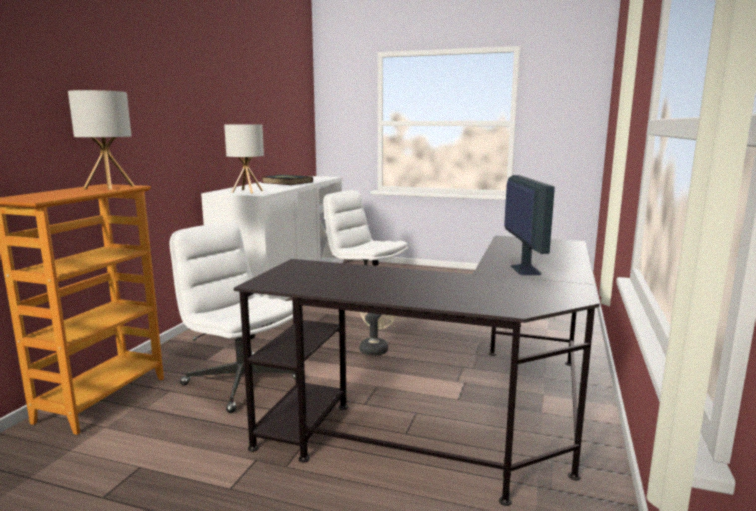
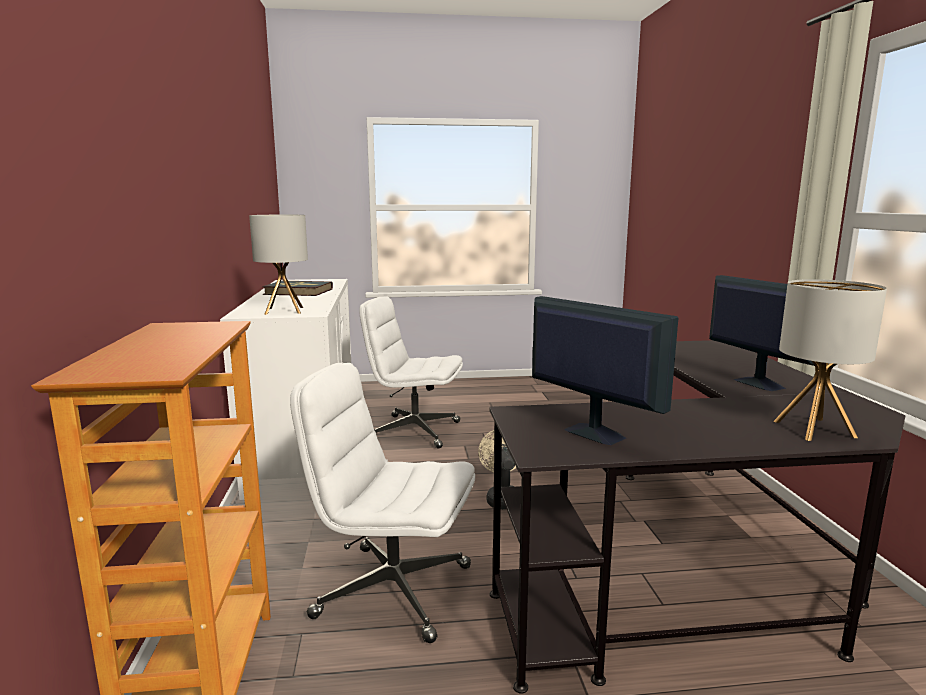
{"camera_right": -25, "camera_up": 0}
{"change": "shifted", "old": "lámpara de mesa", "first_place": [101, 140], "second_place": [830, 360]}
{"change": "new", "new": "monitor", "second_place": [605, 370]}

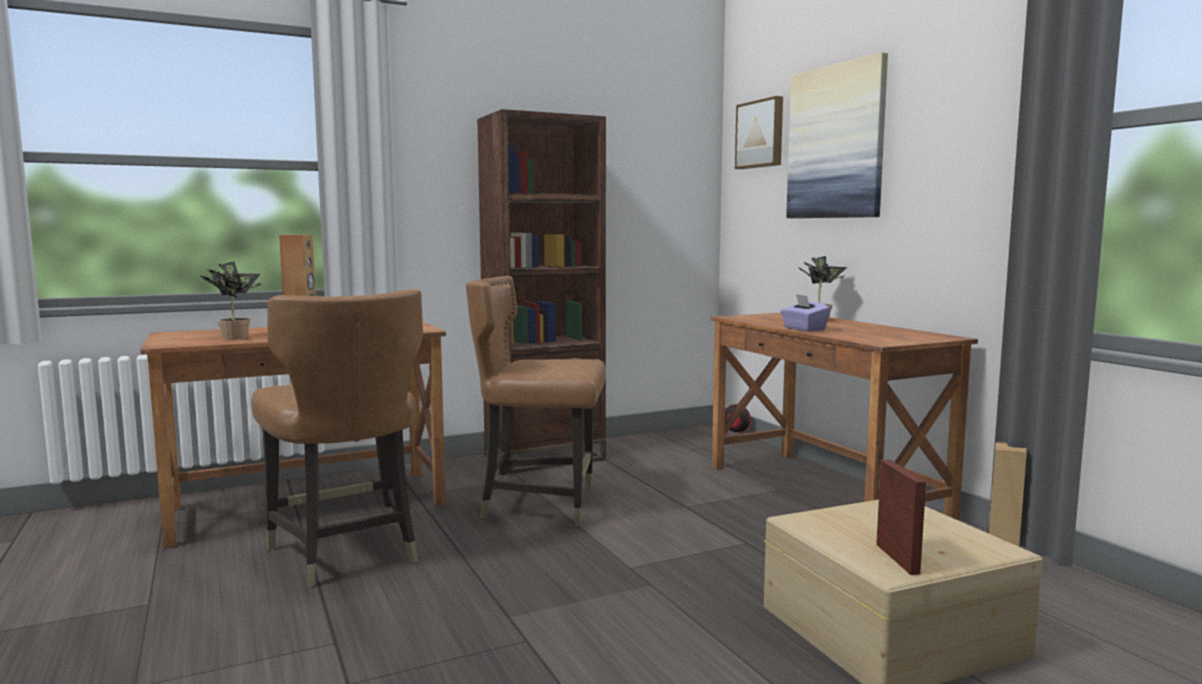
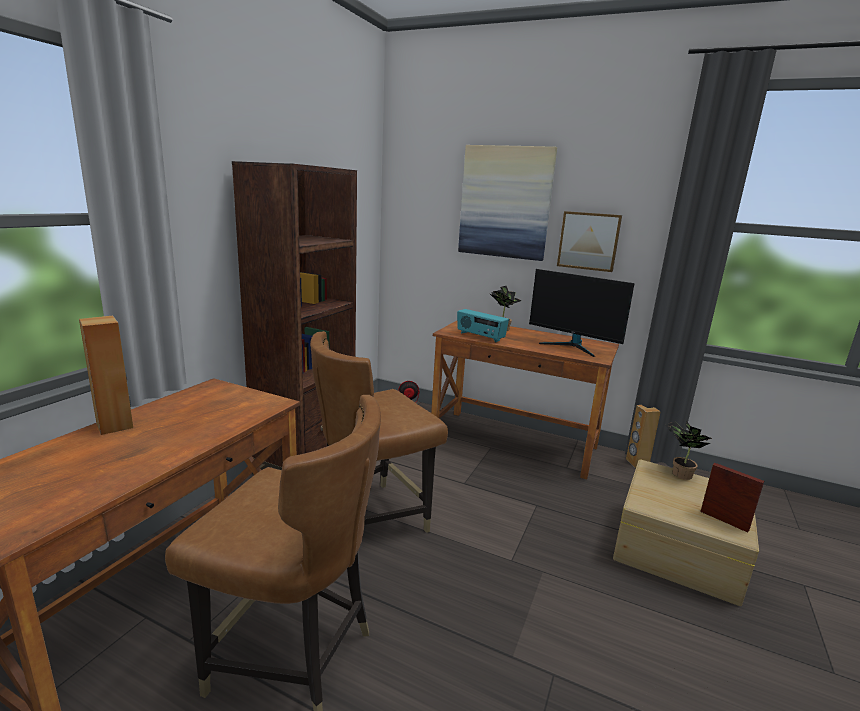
{"camera_right": -40, "camera_up": 10}
{"change": "shifted", "old": "planta en maceta", "first_place": [231, 300], "second_place": [688, 450]}
{"change": "shifted", "old": "cuadro", "first_place": [759, 132], "second_place": [589, 241]}
{"change": "gone", "old": "caja de pañuelos [morado]", "first_place": [805, 313]}
{"change": "new", "new": "radio", "second_place": [483, 325]}
{"change": "new", "new": "monitor", "second_place": [582, 313]}

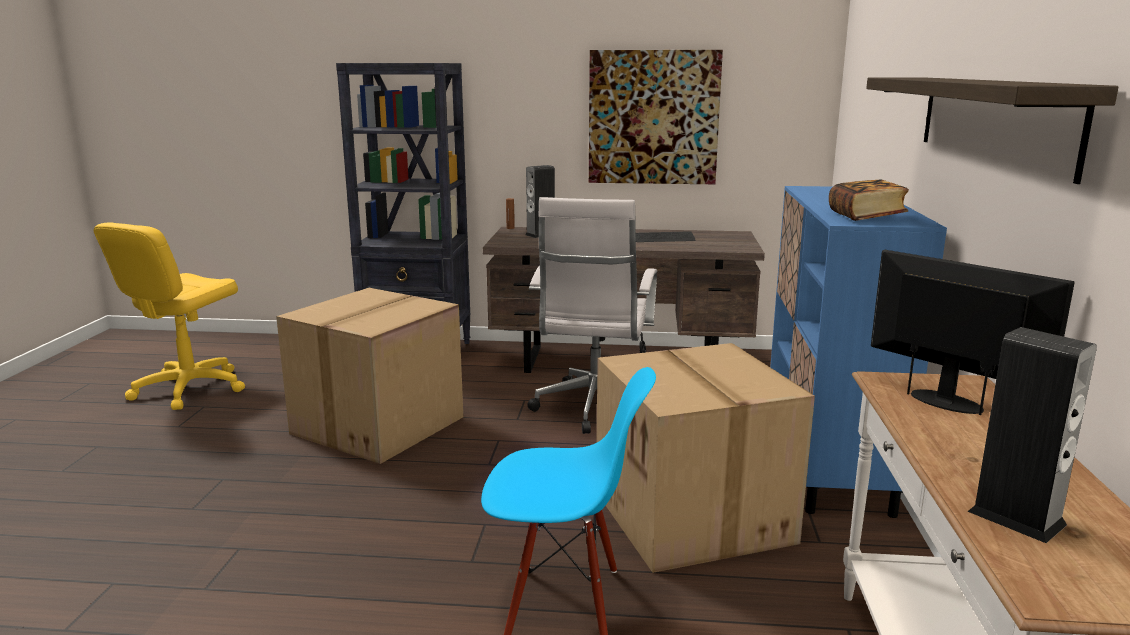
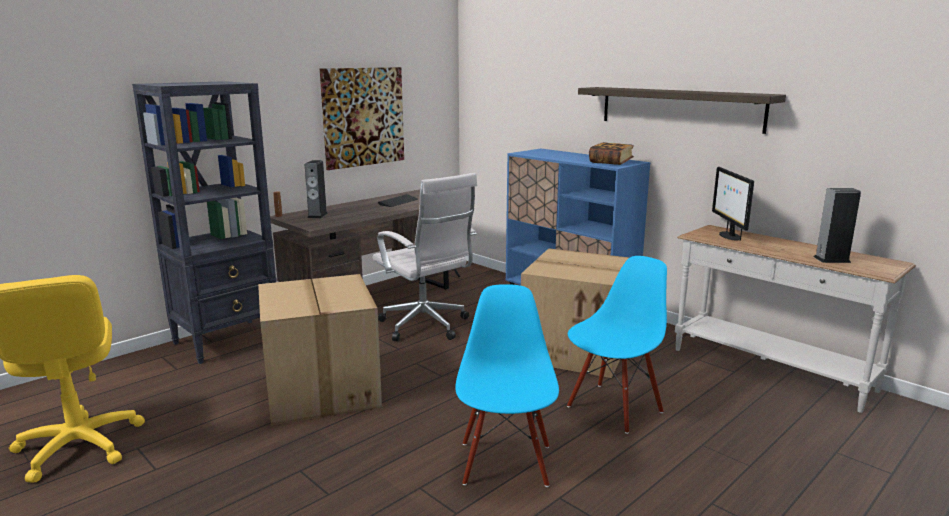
{"camera_right": -50, "camera_up": 0}
{"change": "rotated", "old": "monitor", "first_place": [973, 332], "second_place": [733, 204], "degrees": -90}
{"change": "new", "new": "silla [azul]", "second_place": [507, 385]}

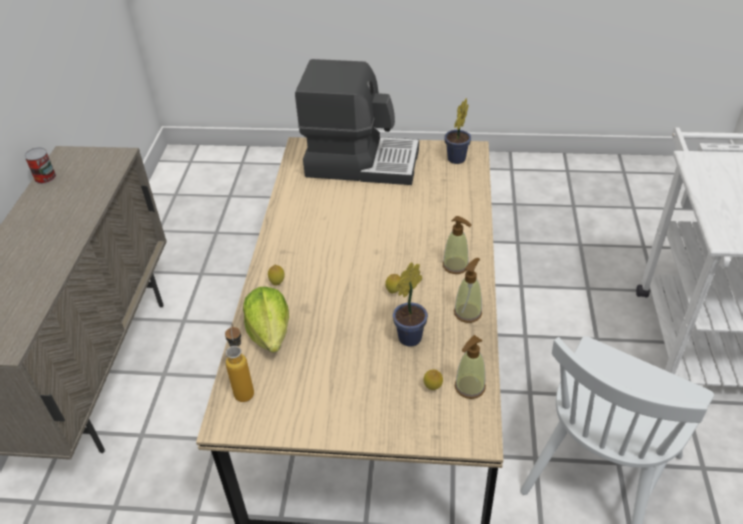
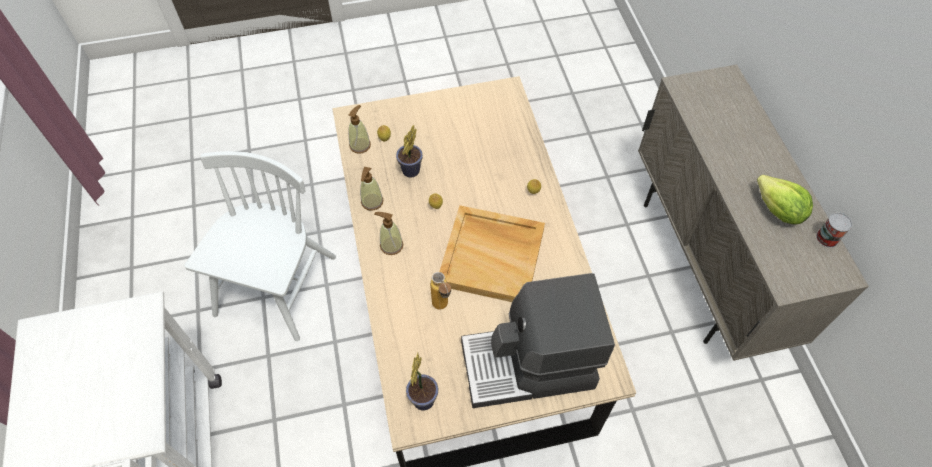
{"camera_right": 160, "camera_up": 15}
{"change": "shifted", "old": "botella", "first_place": [239, 362], "second_place": [440, 290]}
{"change": "shifted", "old": "lechuga", "first_place": [266, 320], "second_place": [785, 199]}
{"change": "new", "new": "bandeja [beis]", "second_place": [492, 253]}

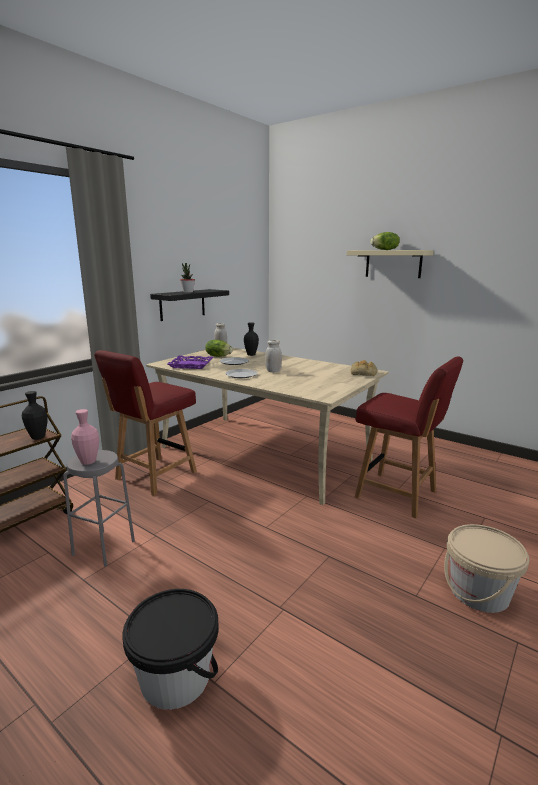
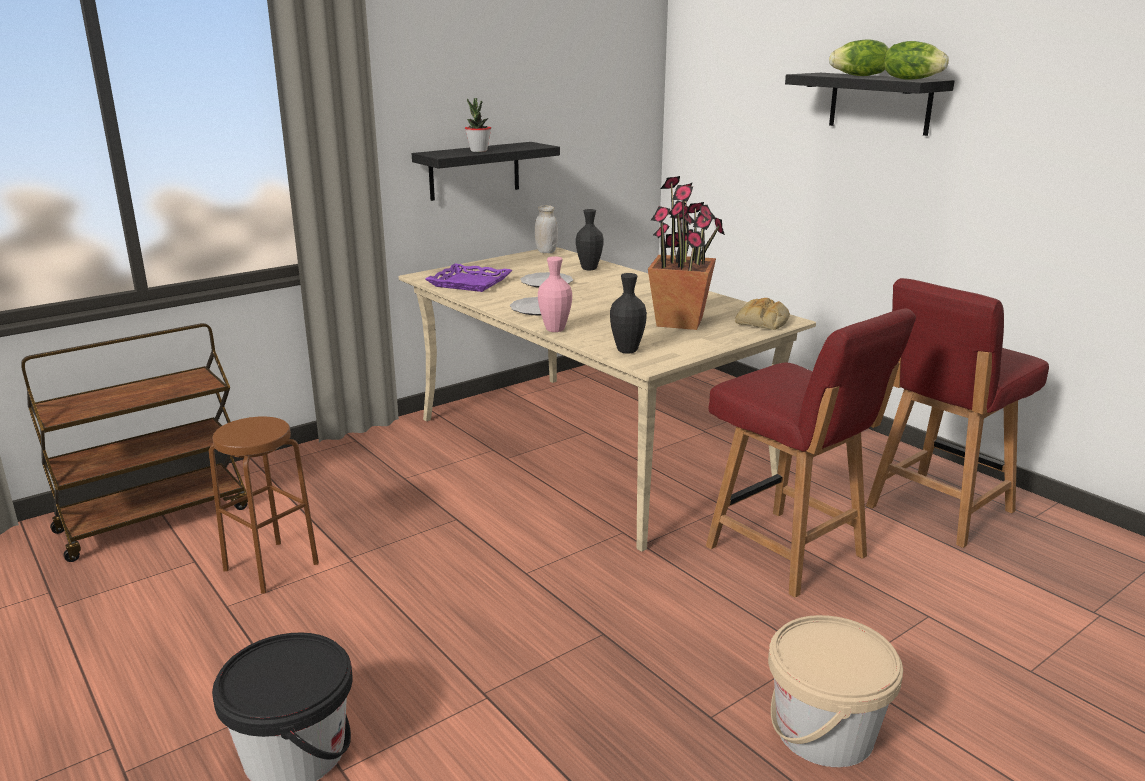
{"camera_right": 15, "camera_up": 5}
{"change": "shifted", "old": "florero [negro]", "first_place": [35, 415], "second_place": [628, 313]}
{"change": "repainted", "old": "taburete [gris]", "new": "taburete [marrón]", "first_place": [99, 508], "second_place": [264, 505]}
{"change": "shifted", "old": "florero [rosa]", "first_place": [85, 437], "second_place": [555, 294]}
{"change": "shifted", "old": "silla [rojo]", "first_place": [145, 423], "second_place": [957, 413]}
{"change": "shifted", "old": "lechuga", "first_place": [219, 348], "second_place": [916, 60]}
{"change": "gone", "old": "tarro [blanco]", "first_place": [273, 356]}
{"change": "repainted", "old": "estante [beis]", "new": "estante [negro]", "first_place": [390, 264], "second_place": [870, 104]}
{"change": "new", "new": "planta en maceta", "second_place": [686, 253]}

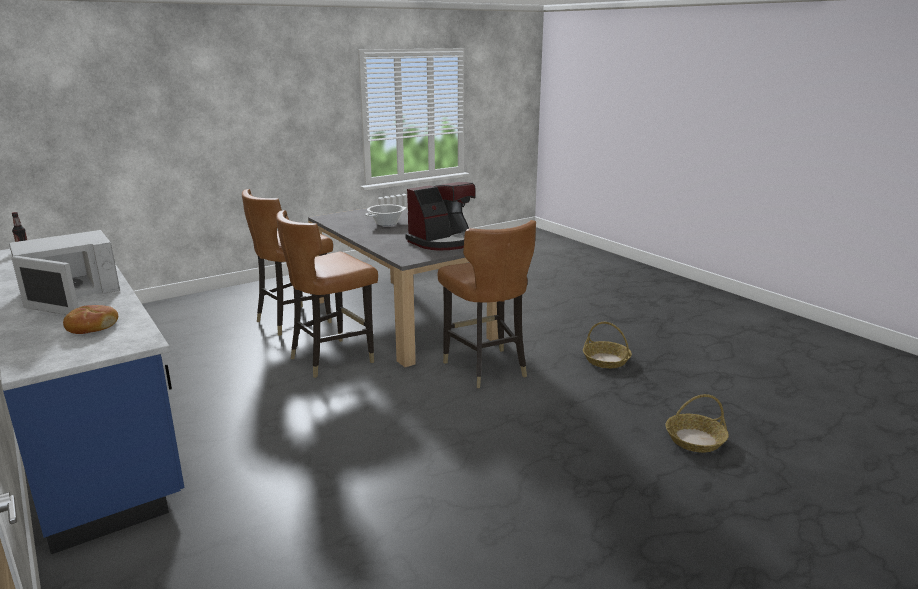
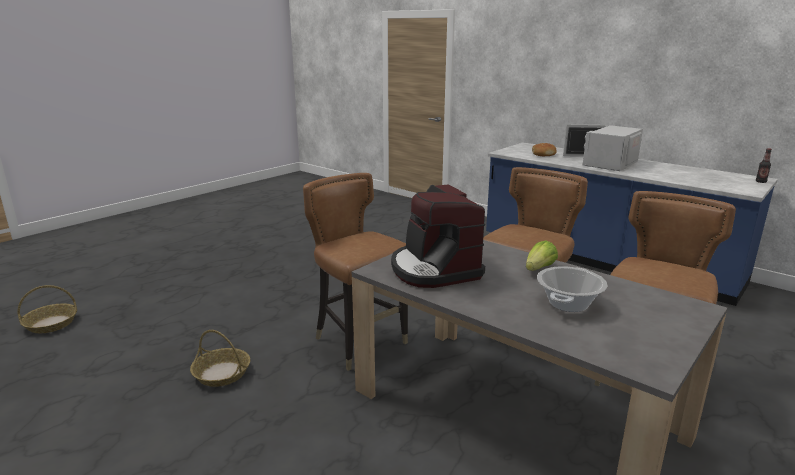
{"camera_right": 165, "camera_up": 0}
{"change": "rotated", "old": "cafetera", "first_place": [441, 216], "second_place": [438, 236], "degrees": -60}
{"change": "shifted", "old": "cesta", "first_place": [697, 423], "second_place": [47, 309]}
{"change": "new", "new": "lechuga", "second_place": [542, 256]}

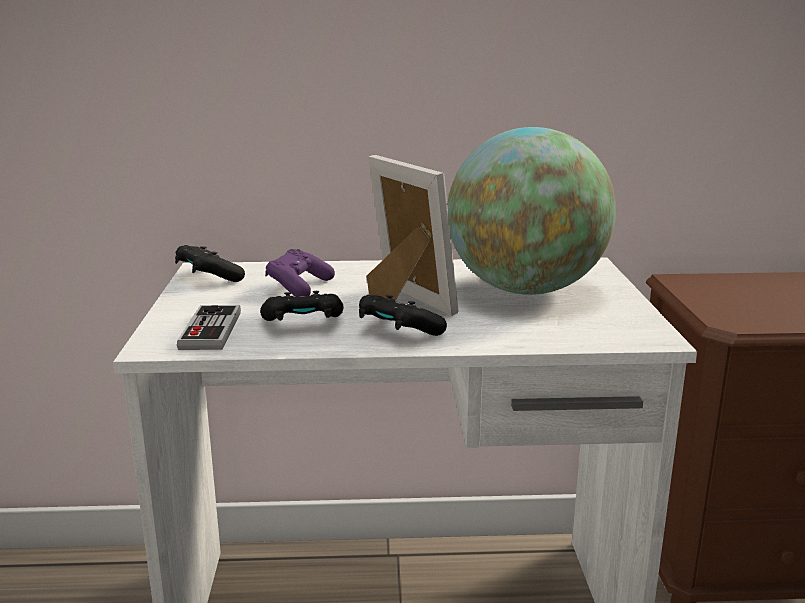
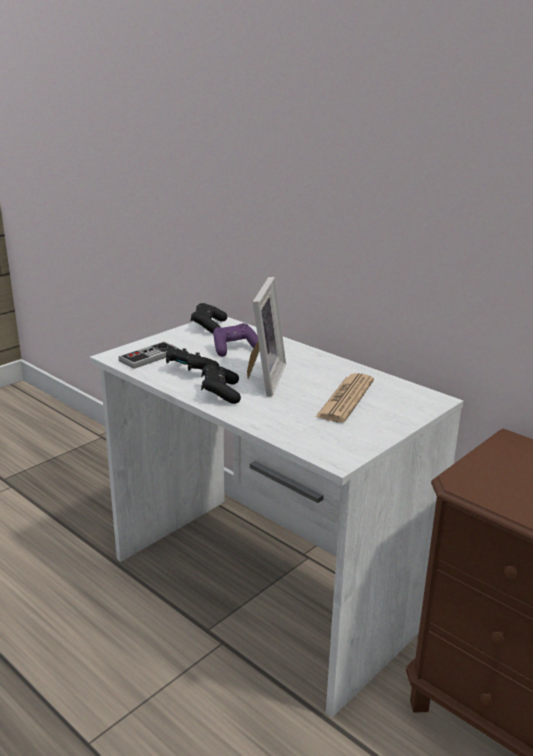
{"camera_right": 45, "camera_up": 5}
{"change": "swapped", "old": "globo terráqueo", "new": "periódico", "first_place": [531, 211], "second_place": [345, 398]}

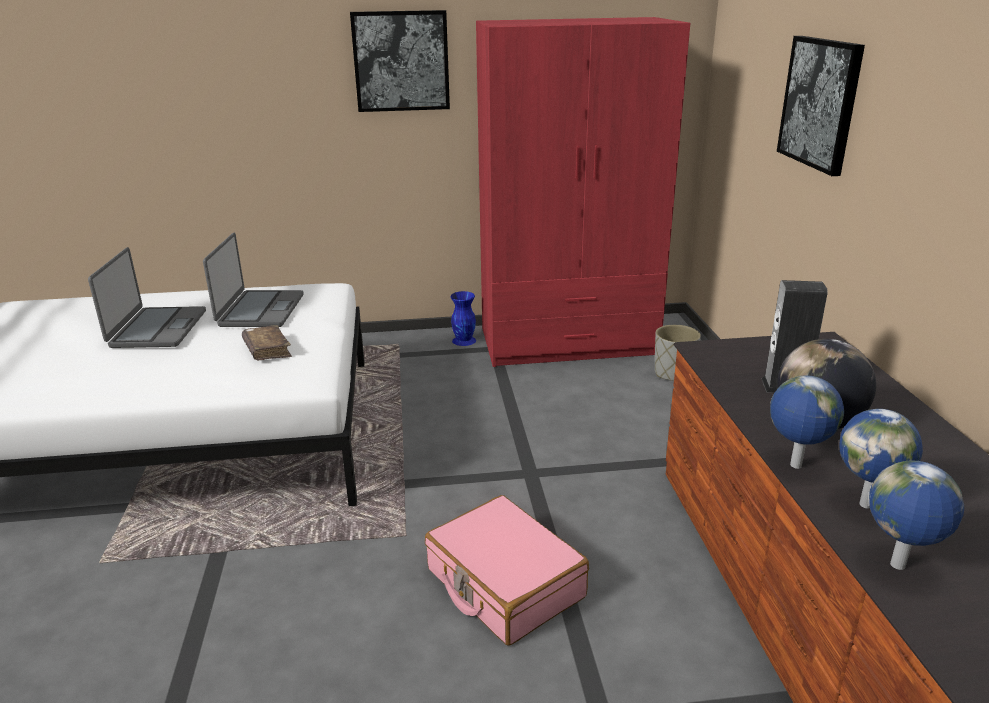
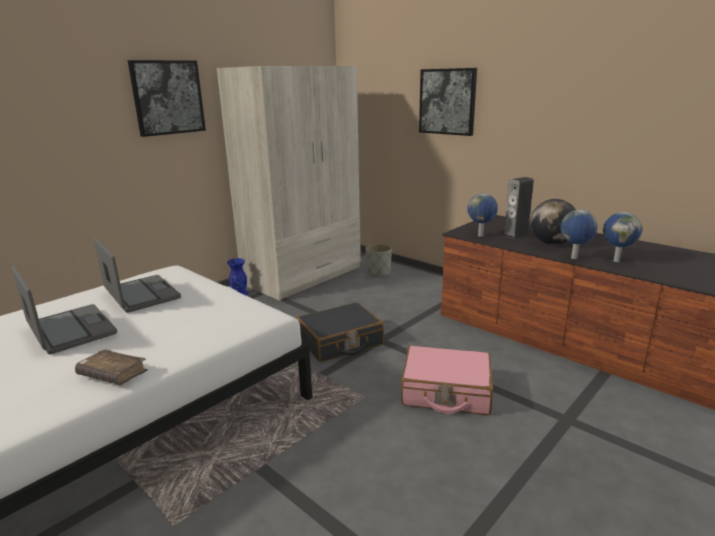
{"camera_right": -40, "camera_up": -5}
{"change": "shifted", "old": "libro [marrón]", "first_place": [267, 342], "second_place": [111, 367]}
{"change": "repainted", "old": "armario ropero [rojo]", "new": "armario ropero [beis]", "first_place": [583, 192], "second_place": [289, 183]}
{"change": "shifted", "old": "globo terráqueo", "first_place": [916, 515], "second_place": [482, 215]}
{"change": "new", "new": "maleta [negro]", "second_place": [340, 332]}

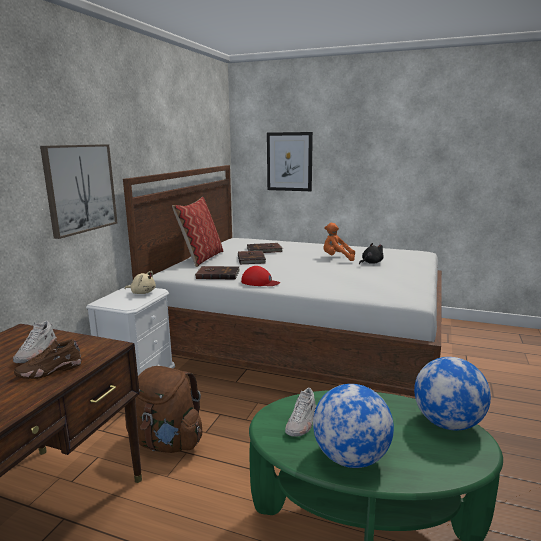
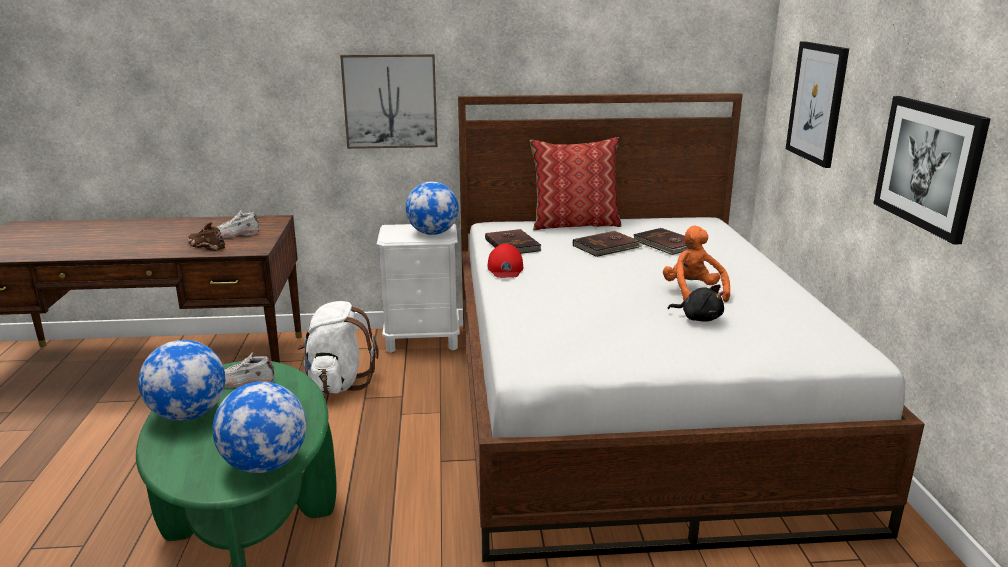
{"camera_right": 65, "camera_up": 5}
{"change": "swapped", "old": "peluche [beis]", "new": "globo terráqueo", "first_place": [140, 282], "second_place": [432, 208]}
{"change": "repainted", "old": "mochila [marrón]", "new": "mochila [blanco]", "first_place": [163, 409], "second_place": [338, 347]}
{"change": "new", "new": "cuadro", "second_place": [932, 170]}

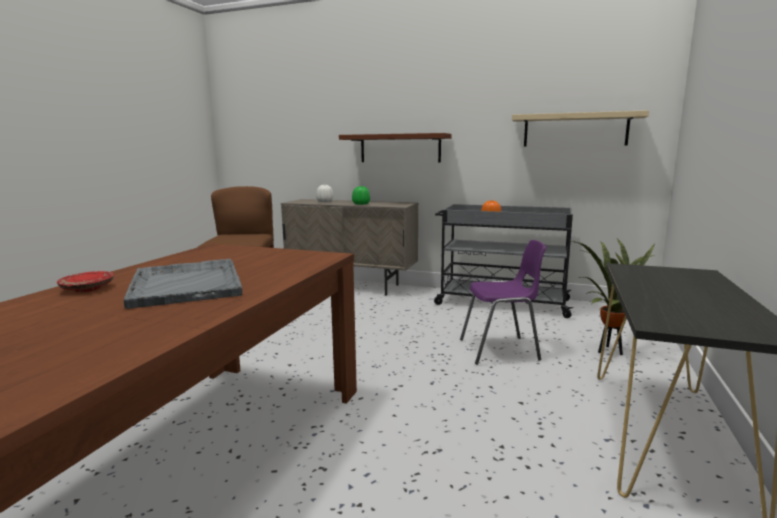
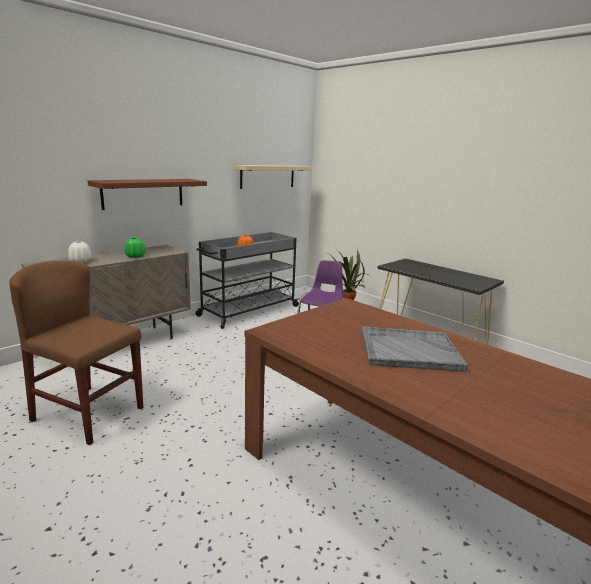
{"camera_right": -65, "camera_up": 5}
{"change": "gone", "old": "plato [rojo]", "first_place": [85, 281]}

